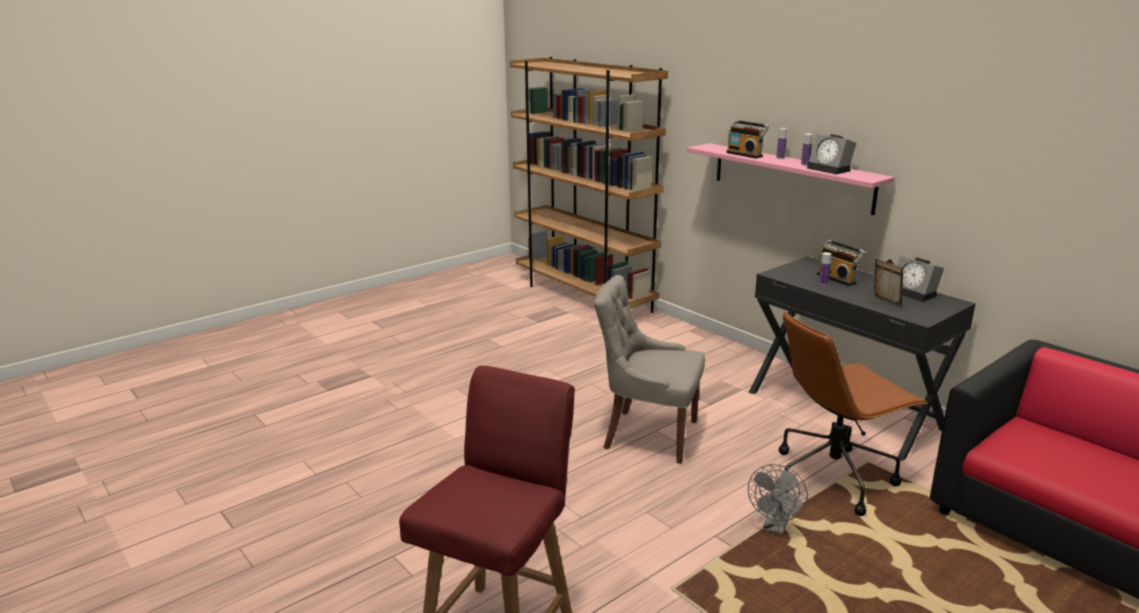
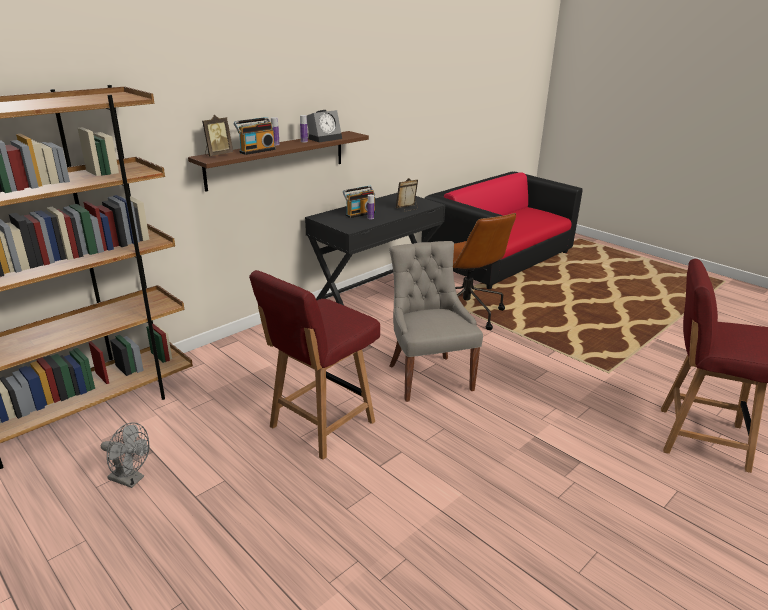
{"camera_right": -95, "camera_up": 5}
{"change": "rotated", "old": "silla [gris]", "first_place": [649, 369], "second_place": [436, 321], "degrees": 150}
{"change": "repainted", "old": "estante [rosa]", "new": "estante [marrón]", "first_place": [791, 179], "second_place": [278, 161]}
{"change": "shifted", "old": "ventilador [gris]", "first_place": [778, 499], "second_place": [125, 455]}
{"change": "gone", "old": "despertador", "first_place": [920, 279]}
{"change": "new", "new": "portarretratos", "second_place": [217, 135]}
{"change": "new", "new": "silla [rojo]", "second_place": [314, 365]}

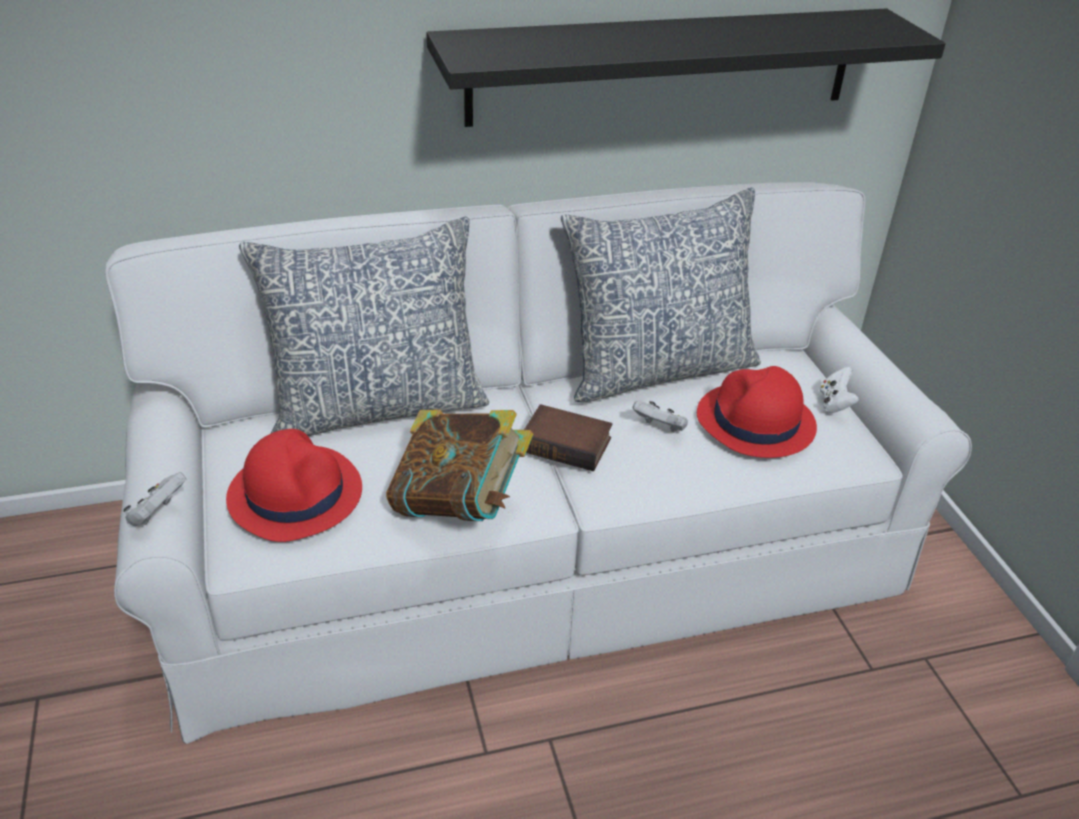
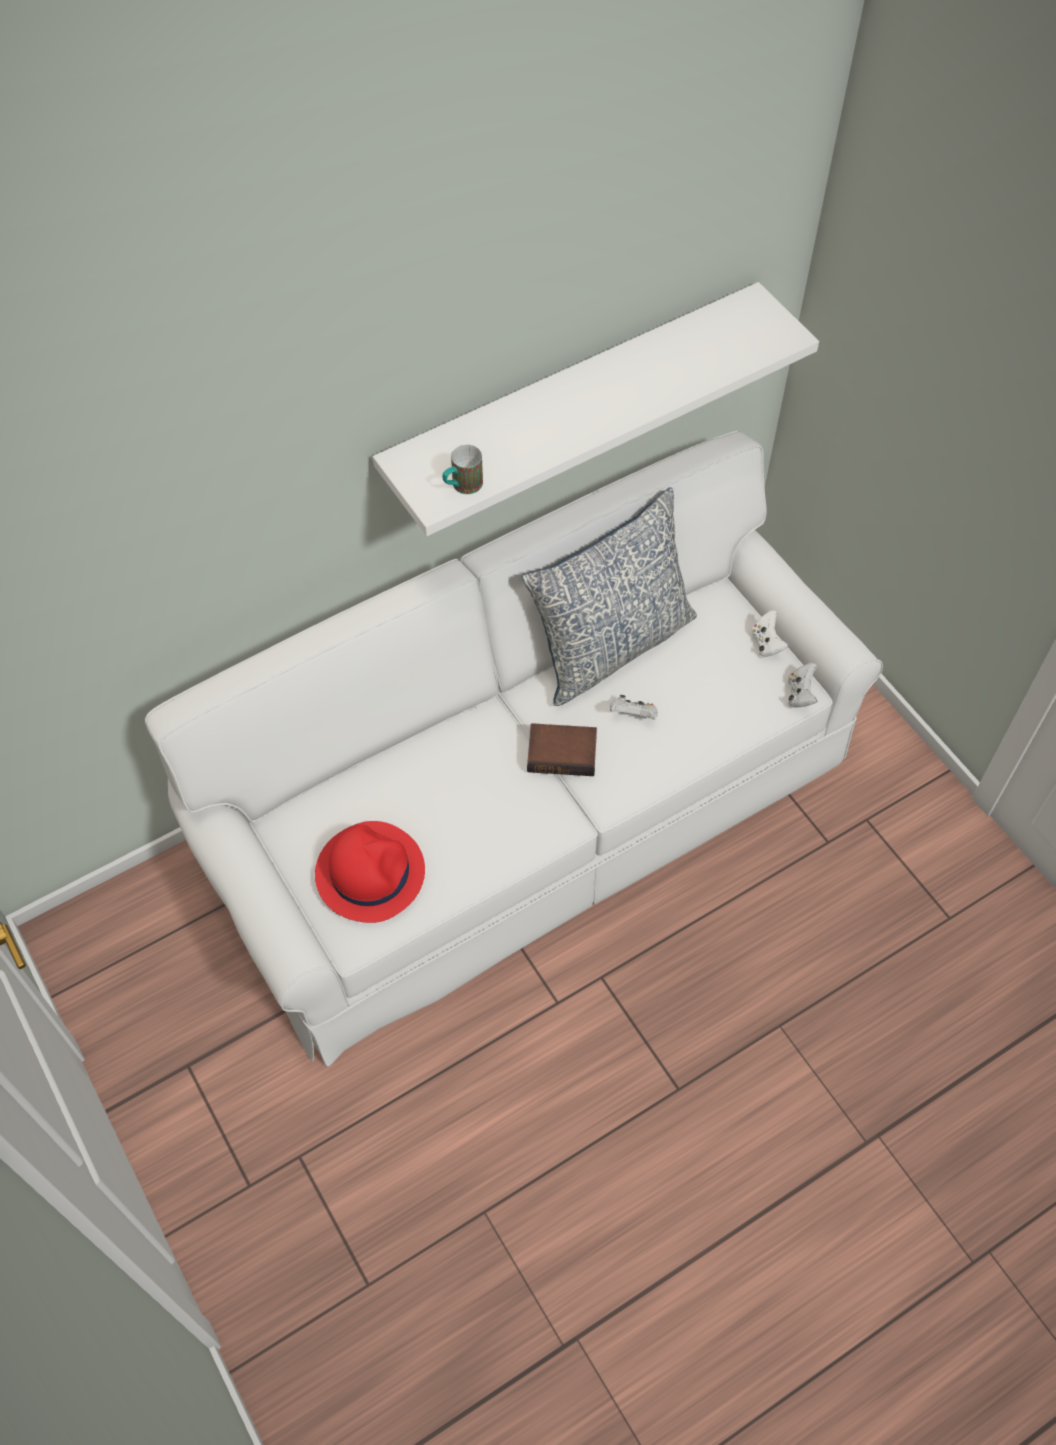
{"camera_right": -15, "camera_up": 20}
{"change": "shifted", "old": "mando de consola [blanco]", "first_place": [154, 499], "second_place": [802, 685]}
{"change": "gone", "old": "cojín", "first_place": [364, 326]}
{"change": "gone", "old": "libro", "first_place": [459, 465]}
{"change": "repainted", "old": "estante [negro]", "new": "estante [blanco]", "first_place": [686, 67], "second_place": [596, 409]}
{"change": "gone", "old": "sombrero [rojo]", "first_place": [757, 412]}
{"change": "new", "new": "taza grande", "second_place": [462, 469]}

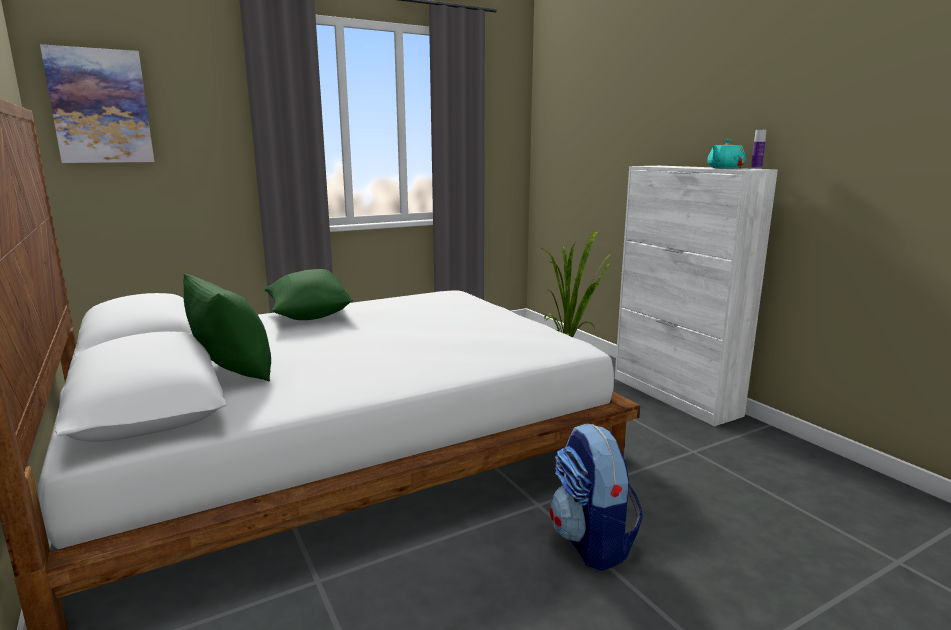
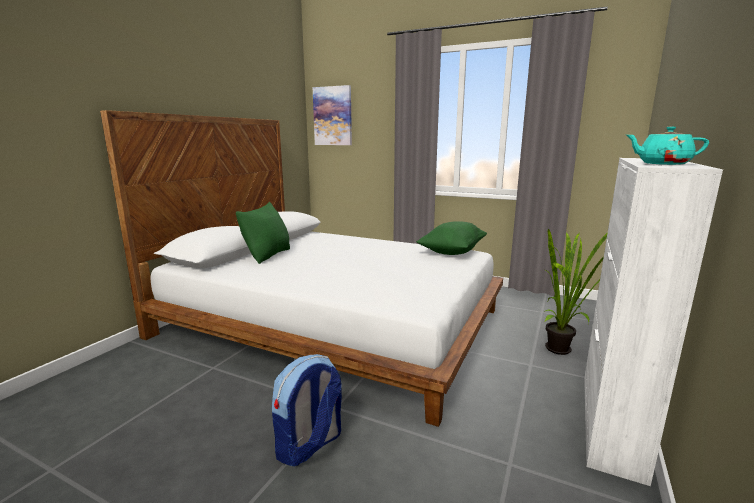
{"camera_right": 55, "camera_up": 0}
{"change": "shifted", "old": "cojín [verde]", "first_place": [309, 294], "second_place": [451, 238]}
{"change": "gone", "old": "botella", "first_place": [759, 149]}

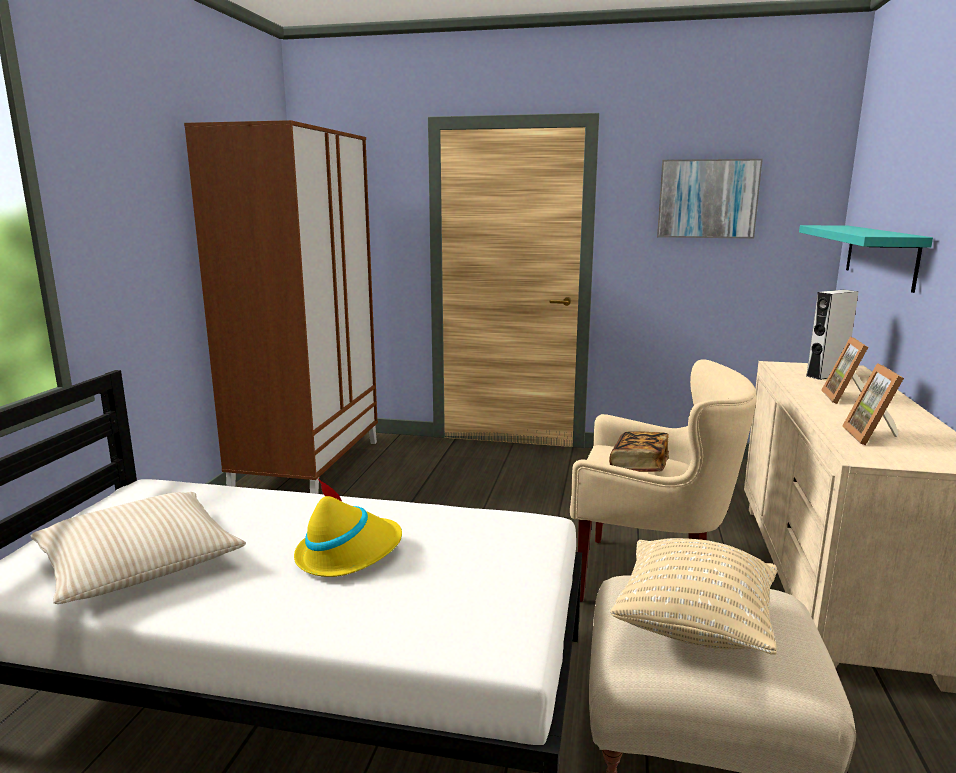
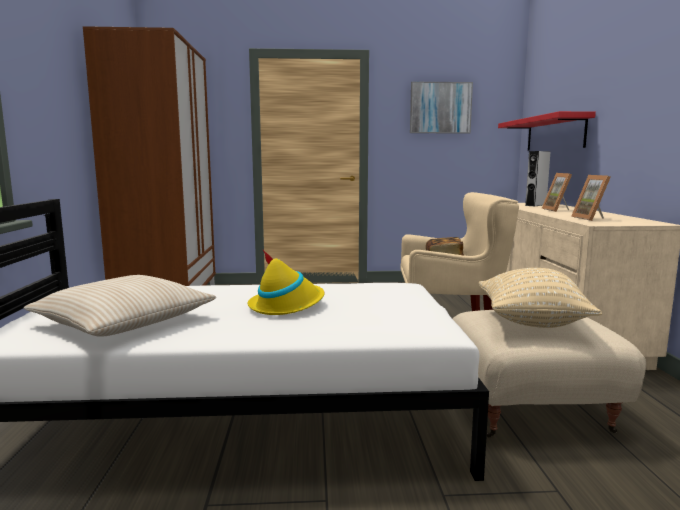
{"camera_right": -15, "camera_up": -5}
{"change": "repainted", "old": "estante [turquesa]", "new": "estante [rojo]", "first_place": [866, 259], "second_place": [547, 130]}

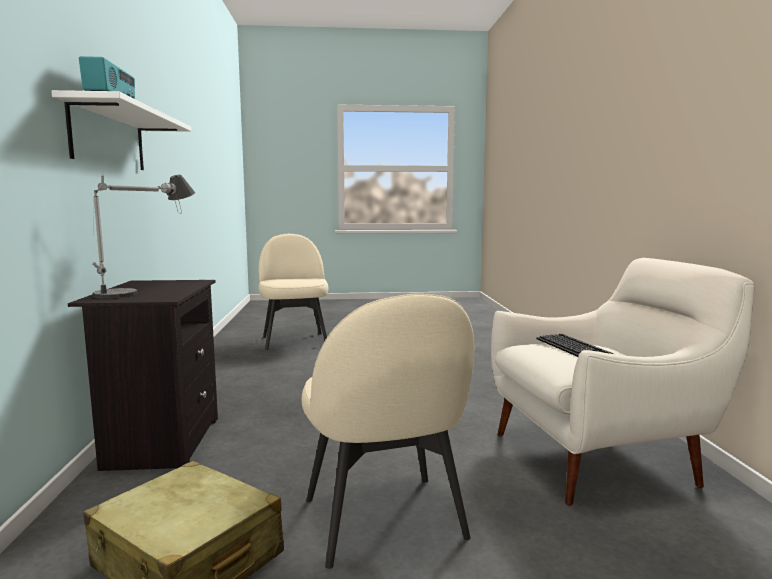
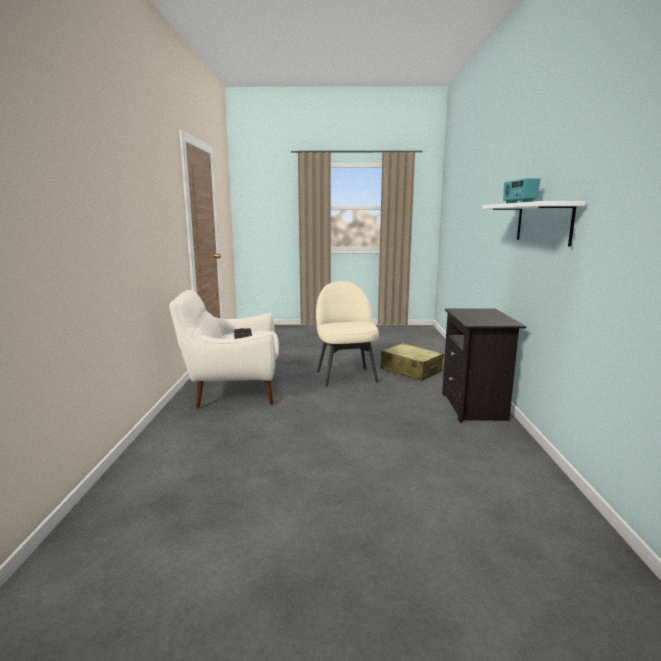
{"camera_right": -175, "camera_up": 5}
{"change": "gone", "old": "lámpara de mesa", "first_place": [143, 236]}
{"change": "gone", "old": "silla [beis]", "first_place": [293, 292]}

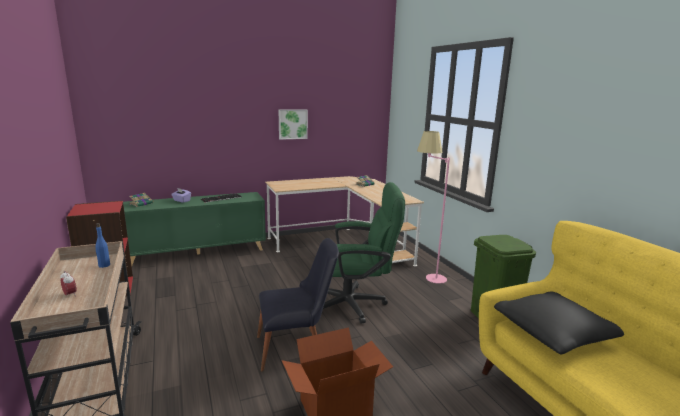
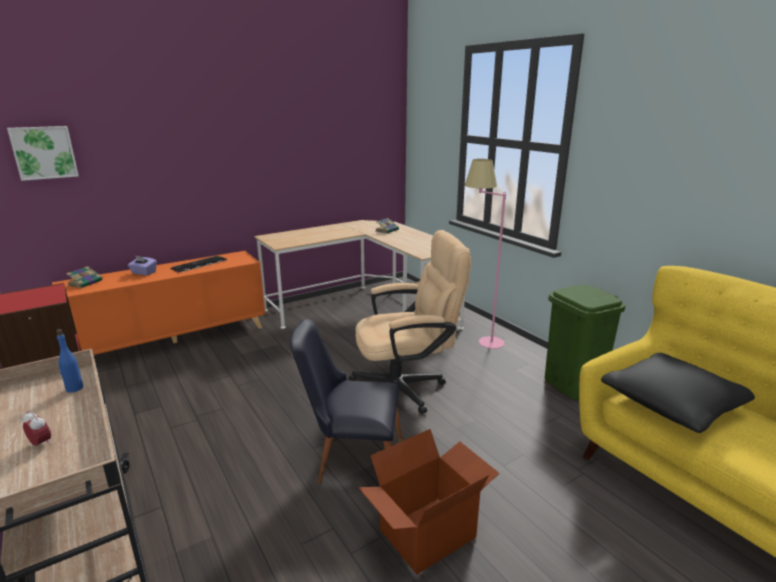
{"camera_right": -10, "camera_up": 5}
{"change": "repainted", "old": "armario [verde]", "new": "armario [naranja]", "first_place": [194, 229], "second_place": [158, 303]}
{"change": "rotated", "old": "silla [negro]", "first_place": [298, 304], "second_place": [346, 401], "degrees": -150}
{"change": "shifted", "old": "cuadro", "first_place": [293, 124], "second_place": [43, 153]}
{"change": "repainted", "old": "silla de oficina [verde]", "new": "silla de oficina [beis]", "first_place": [364, 253], "second_place": [410, 322]}

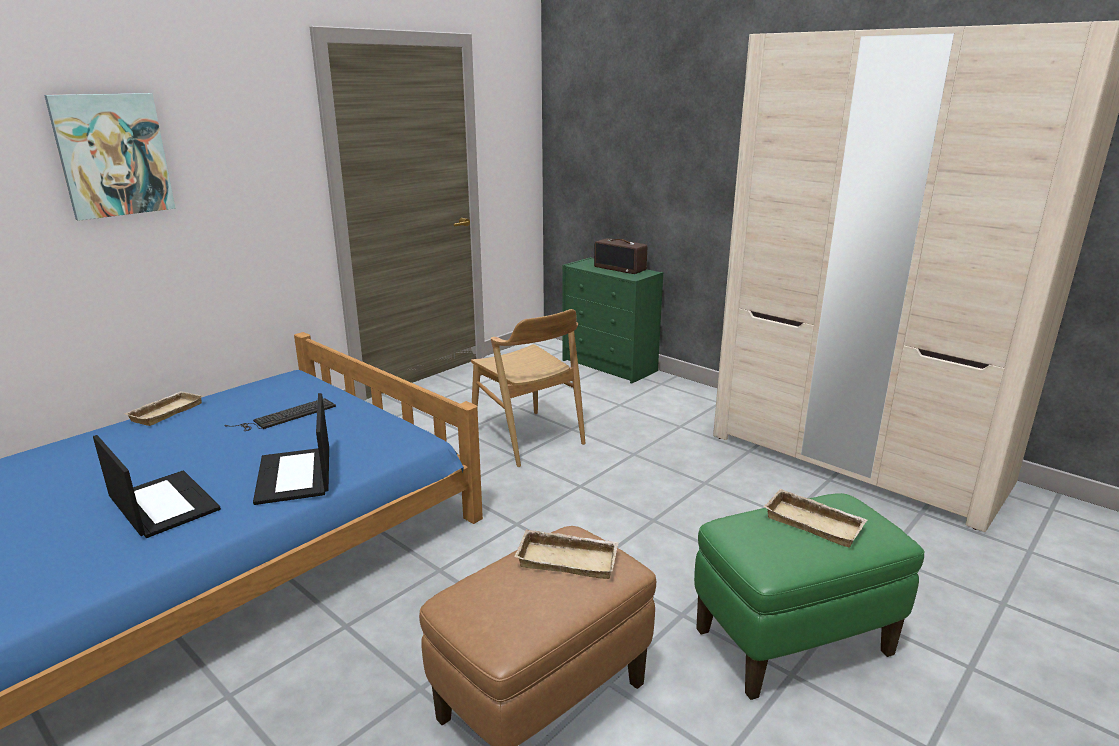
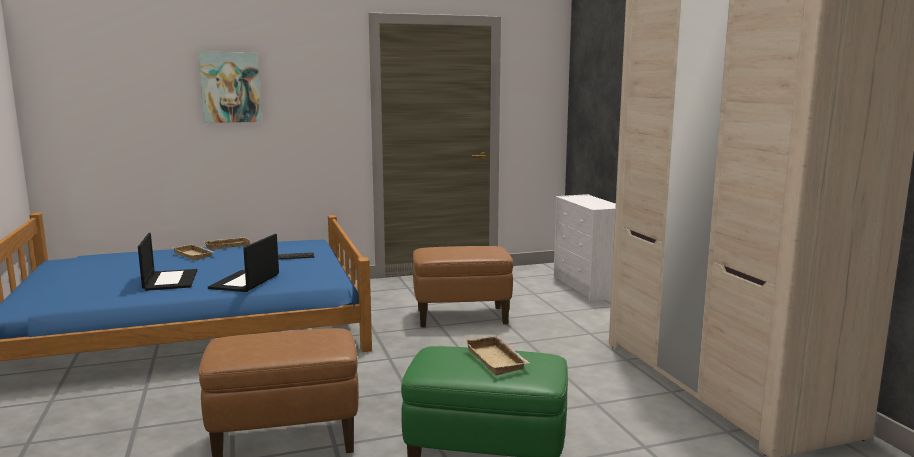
{"camera_right": 30, "camera_up": -10}
{"change": "swapped", "old": "silla [marrón]", "new": "puf [marrón]", "first_place": [528, 388], "second_place": [463, 286]}
{"change": "shifted", "old": "bandeja [beis]", "first_place": [566, 554], "second_place": [192, 252]}
{"change": "repainted", "old": "cómoda [verde]", "new": "cómoda [blanco]", "first_place": [612, 320], "second_place": [584, 247]}
{"change": "gone", "old": "radio", "first_place": [620, 256]}

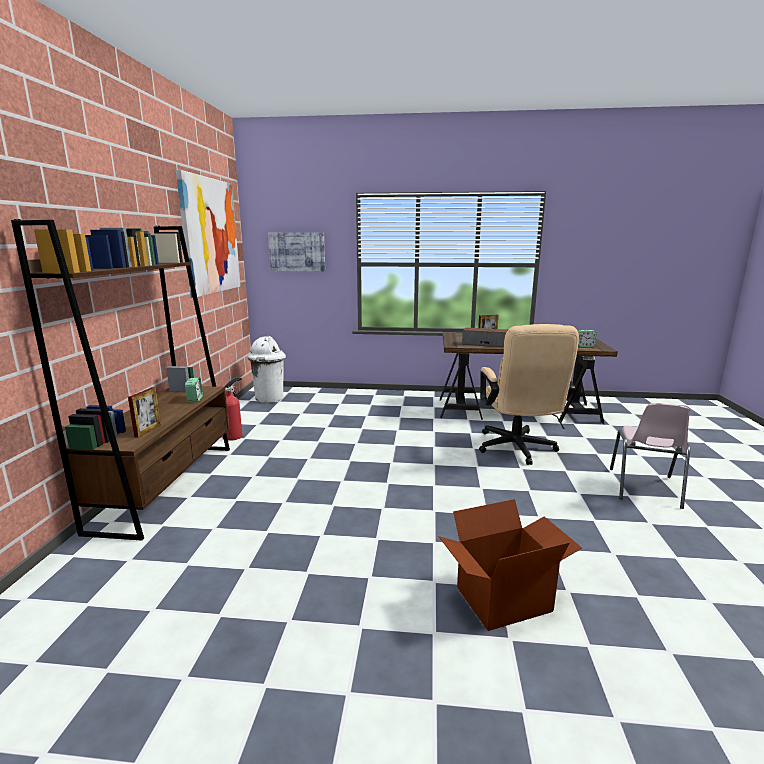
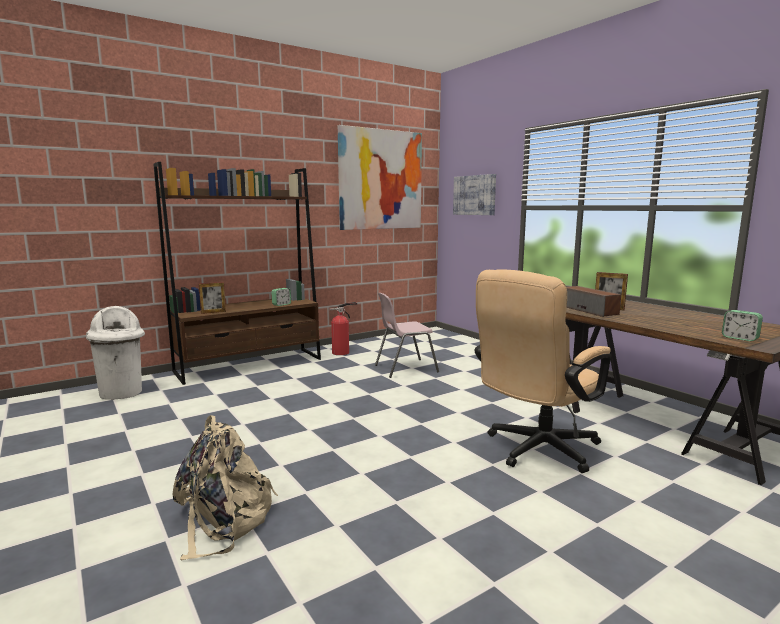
{"camera_right": 50, "camera_up": -5}
{"change": "shifted", "old": "papelera [blanco]", "first_place": [267, 369], "second_place": [115, 353]}
{"change": "swapped", "old": "caja de cartón", "new": "mochila [beis]", "first_place": [510, 565], "second_place": [225, 487]}
{"change": "shifted", "old": "silla [rosa]", "first_place": [650, 456], "second_place": [407, 335]}

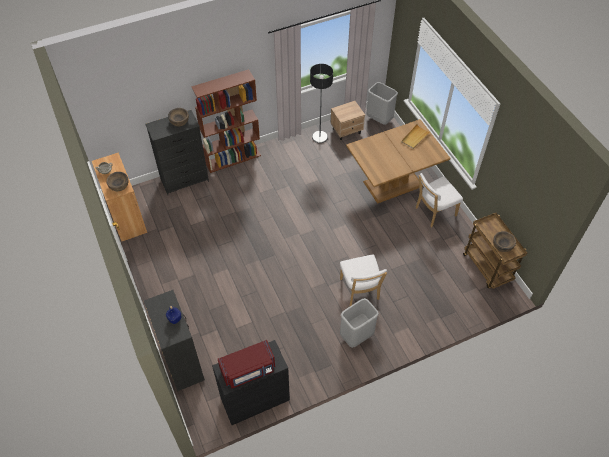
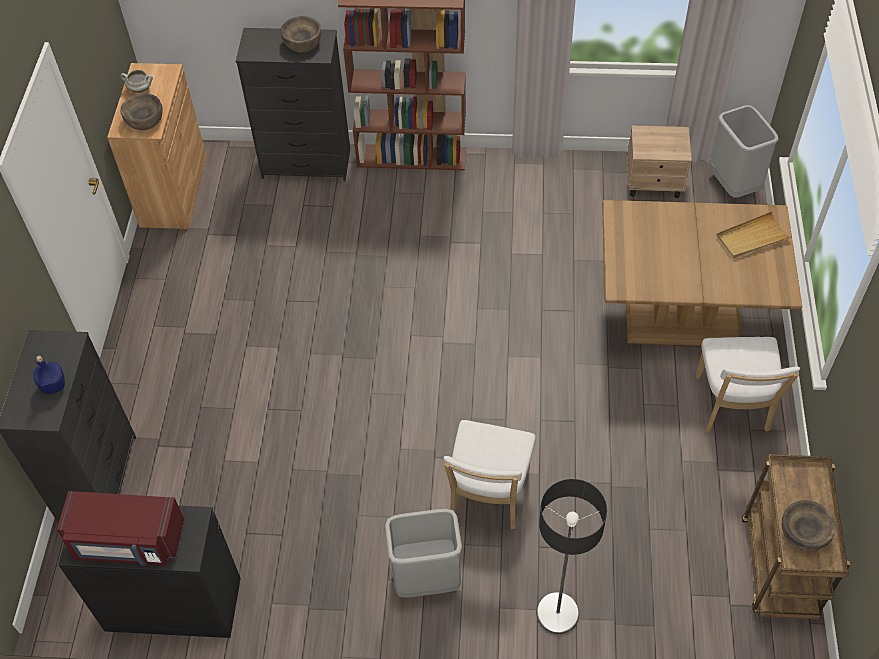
{"camera_right": 30, "camera_up": 0}
{"change": "shifted", "old": "lámpara de pie", "first_place": [321, 103], "second_place": [571, 556]}
{"change": "rotated", "old": "silla [blanco]", "first_place": [439, 200], "second_place": [747, 385], "degrees": -90}

